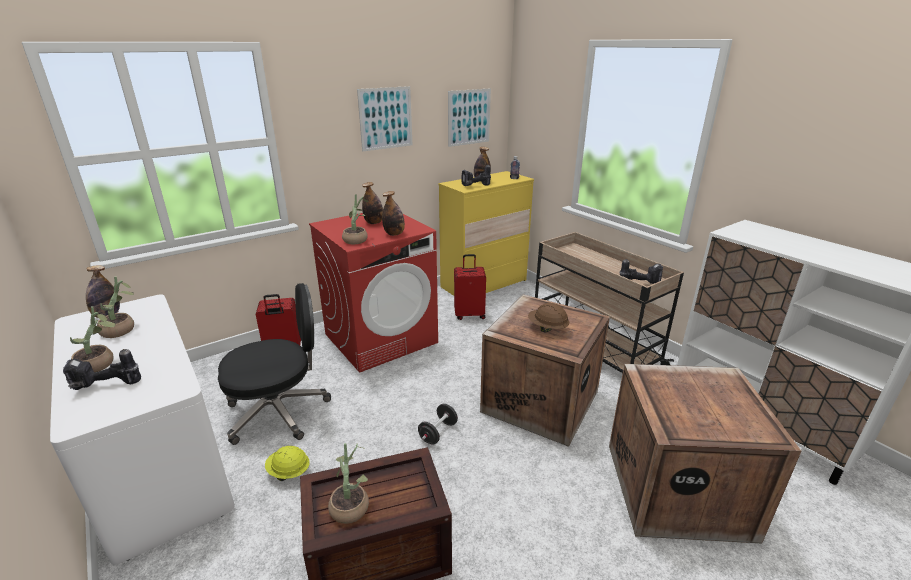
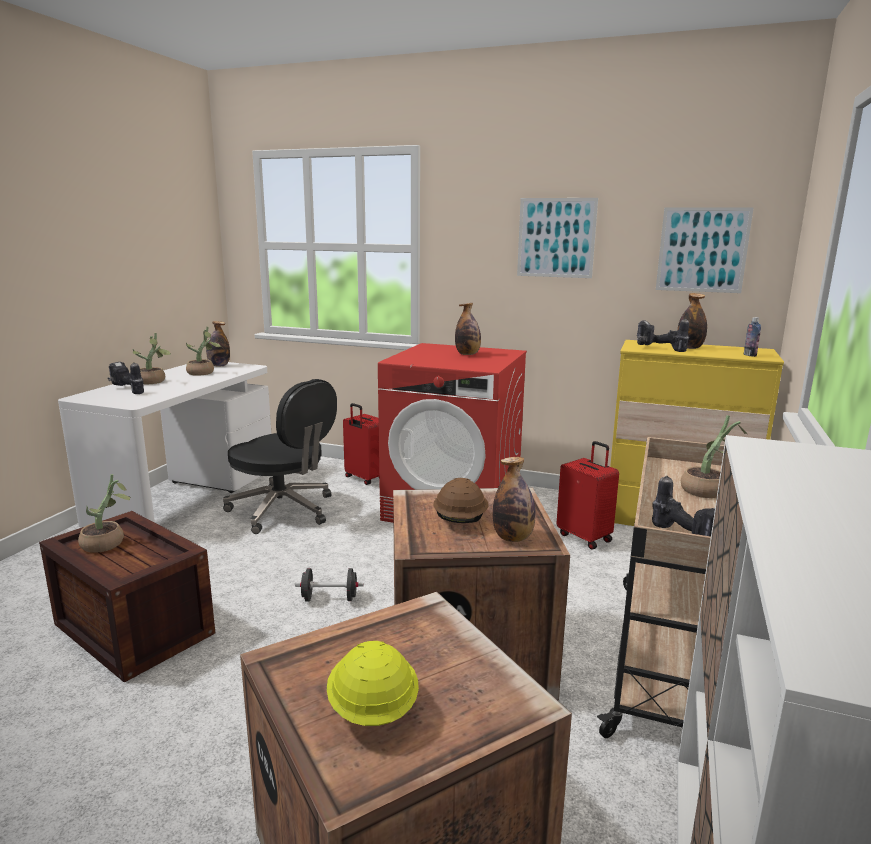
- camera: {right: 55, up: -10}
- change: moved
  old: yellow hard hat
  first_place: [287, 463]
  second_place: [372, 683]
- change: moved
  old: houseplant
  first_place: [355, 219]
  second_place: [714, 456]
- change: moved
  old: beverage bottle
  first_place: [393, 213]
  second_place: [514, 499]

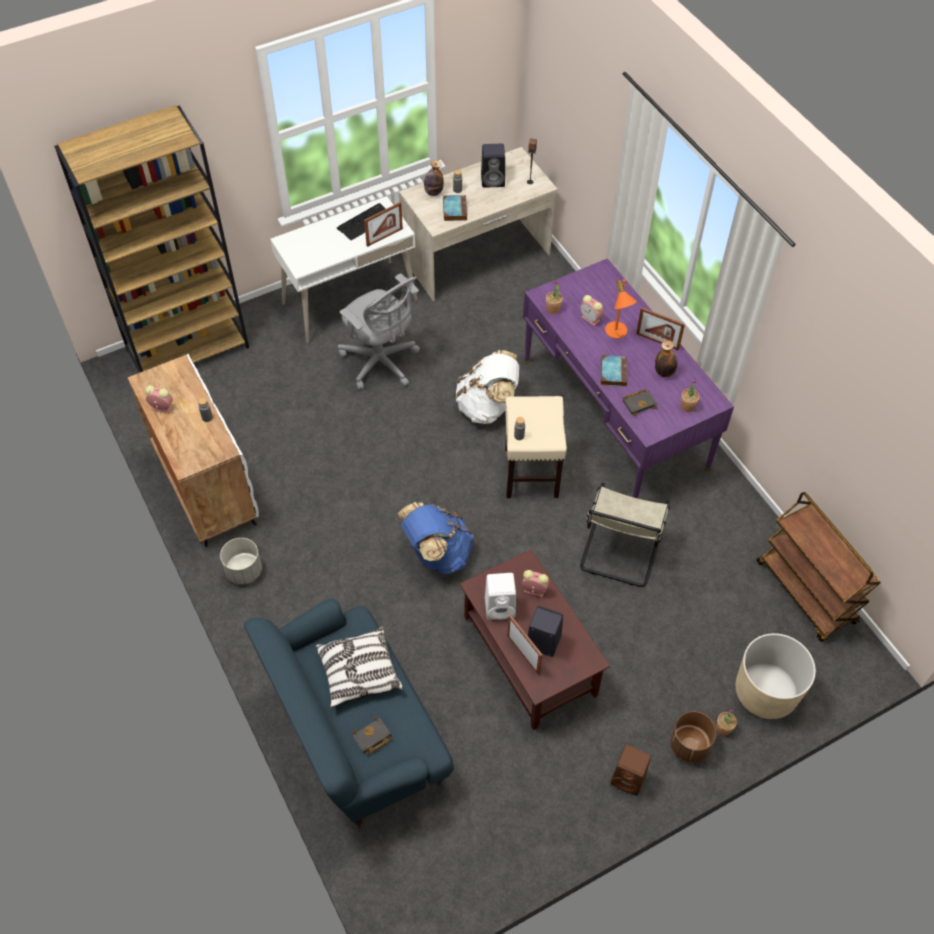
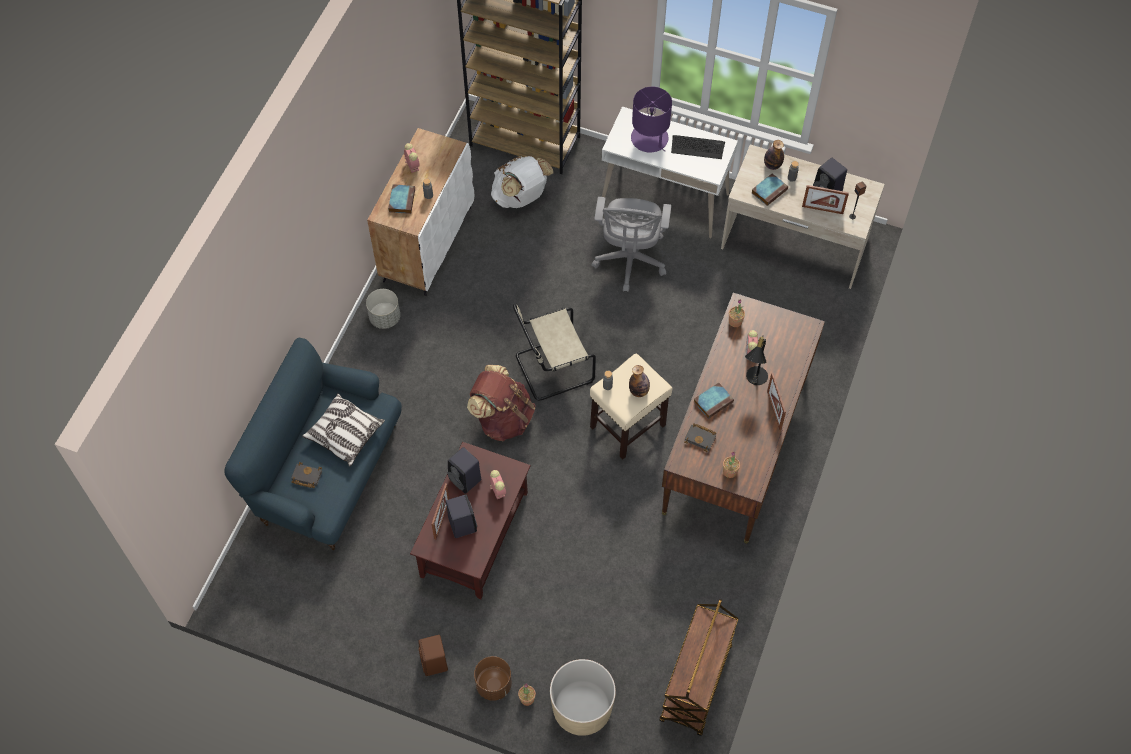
- camera: {right: 50, up: 5}
- change: moved
  old: picture frame
  first_place: [383, 224]
  second_place: [825, 199]
- change: recoloured
  old: blue-coloured knapsack
  new: brown knapsack
  first_place: [436, 538]
  second_place: [501, 403]
- change: moved
  old: whitish knapsack
  first_place: [487, 387]
  second_place: [522, 182]
- change: recoloured
  old: whitish speaker
  new: black-coloured speaker
  first_place: [500, 596]
  second_place: [464, 470]
- change: recoloured
  old: purplish desk unit
  new: brown desk unit
  first_place: [628, 378]
  second_place: [743, 418]
- change: moved
  old: sand-coloured plain chair
  first_place: [625, 535]
  second_place: [554, 352]
- change: recoloured
  old: orangey tabletop lamp
  new: black-coloured tabletop lamp
  first_place: [621, 309]
  second_place: [756, 360]
- change: moved
  old: beverage bottle
  first_place: [666, 358]
  second_place: [639, 381]
- change: added
  new: volume
  second_place: [401, 199]
- change: added
  new: purplish tabletop lamp
  second_place: [651, 119]

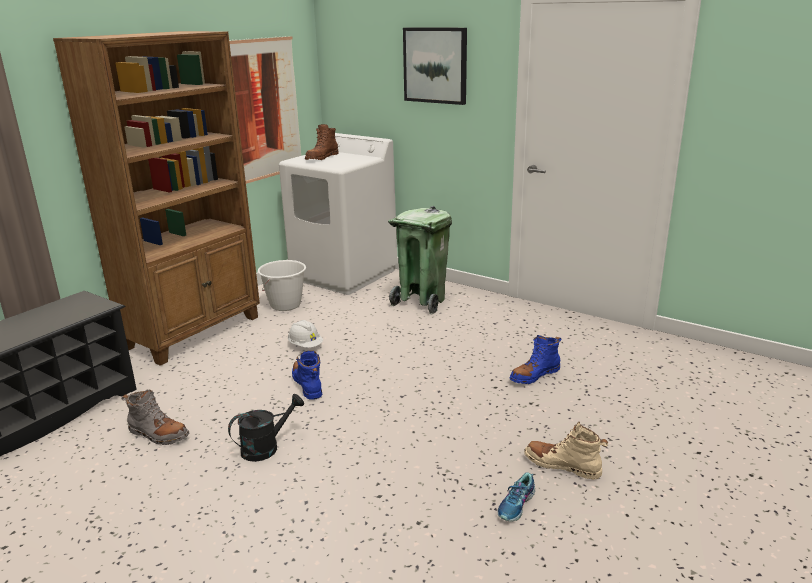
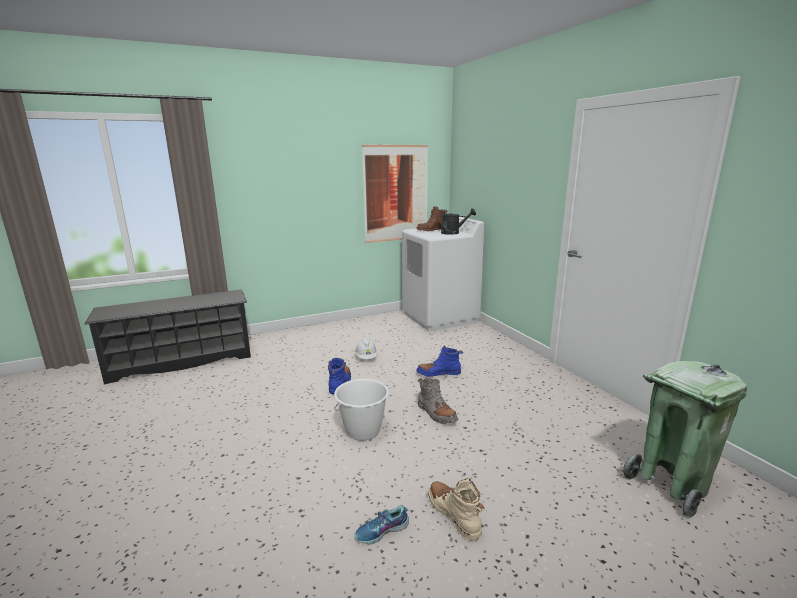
- camera: {right: 30, up: -5}
- change: removed
  old: brown bookshelf
  first_place: [156, 198]
- change: moved
  old: grey boot
  first_place: [155, 417]
  second_place: [438, 401]
- change: moved
  old: black-coloured sprinkling can
  first_place: [266, 428]
  second_place: [456, 221]
- change: moved
  old: whitish pail
  first_place: [282, 285]
  second_place: [361, 410]
- change: moved
  old: green-coloured waste bin
  first_place: [420, 260]
  second_place: [685, 439]
- change: removed
  old: picture
  first_place: [435, 66]
- change: moved
  old: blue-coloured boot
  first_place: [536, 359]
  second_place: [439, 361]

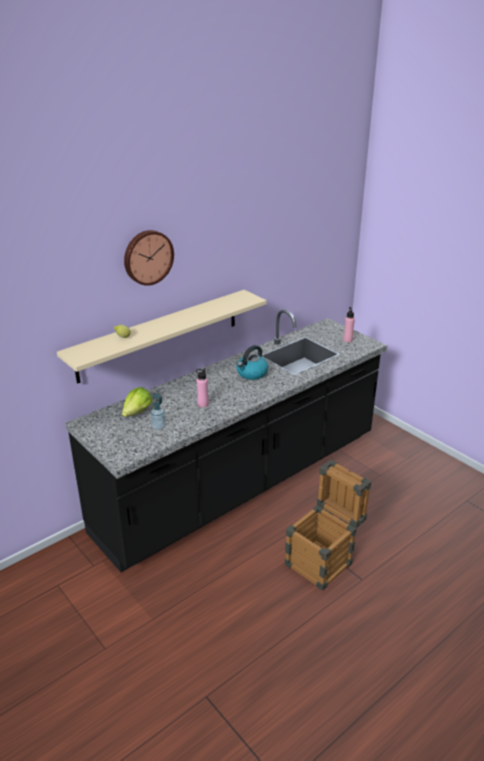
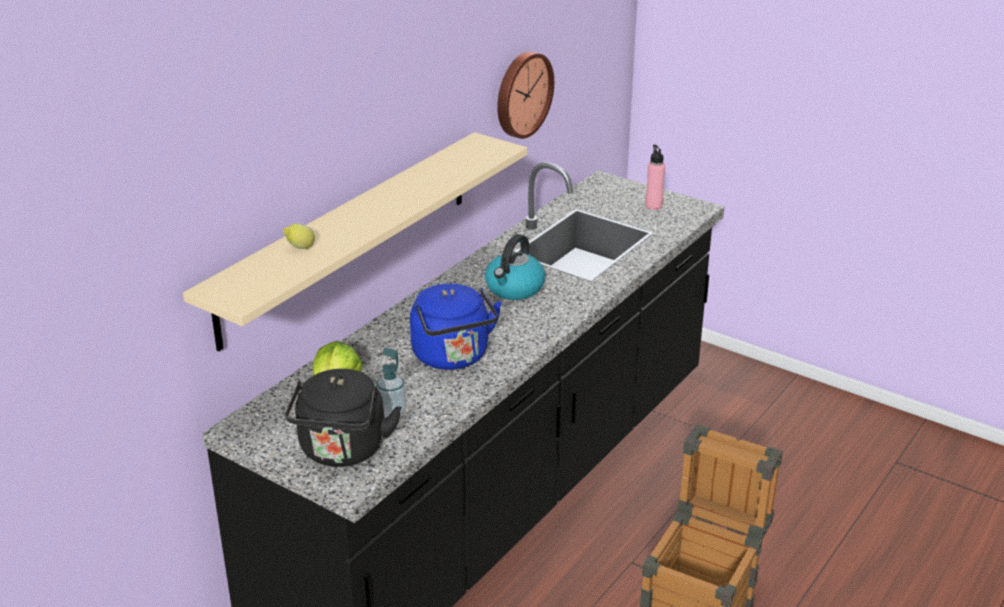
- camera: {right: -15, up: 0}
- change: moved
  old: clock on the wall
  first_place: [149, 258]
  second_place: [525, 95]
- change: replaced
  old: pinkish beverage bottle
  new: blue-coloured kettle
  first_place: [202, 387]
  second_place: [456, 327]
- change: added
  new: black-coloured kettle
  second_place: [343, 418]

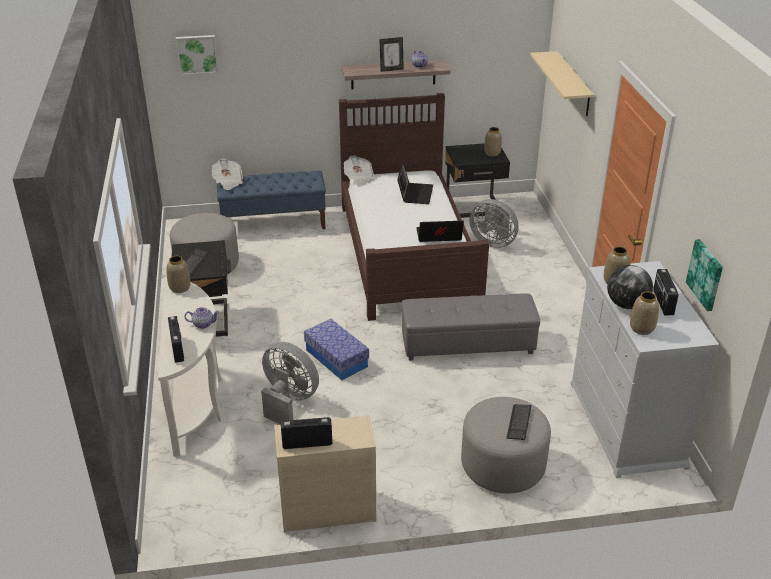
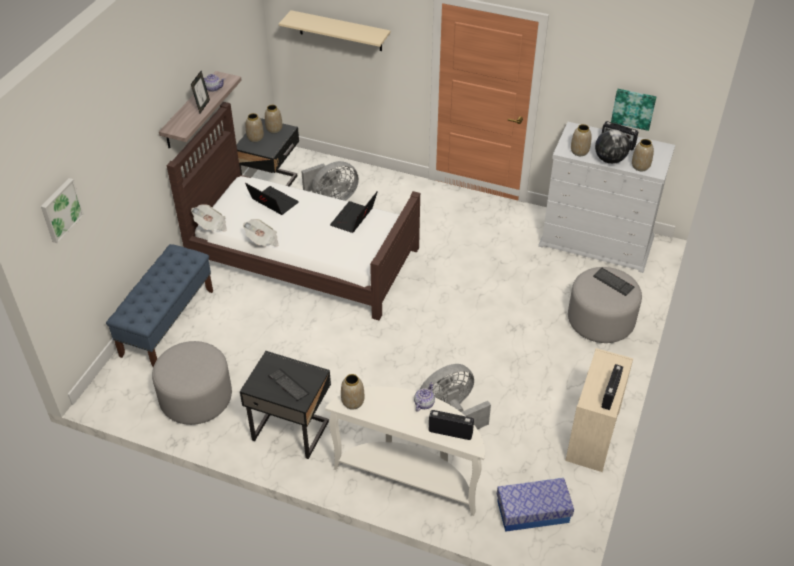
- camera: {right: -60, up: 10}
- change: moved
  old: newspaper
  first_place: [227, 174]
  second_place: [261, 233]
- change: moved
  old: storage container
  first_place: [336, 349]
  second_place: [535, 505]
- change: removed
  old: grey ottoman
  first_place: [471, 327]
- change: added
  new: flower vase
  second_place: [254, 127]

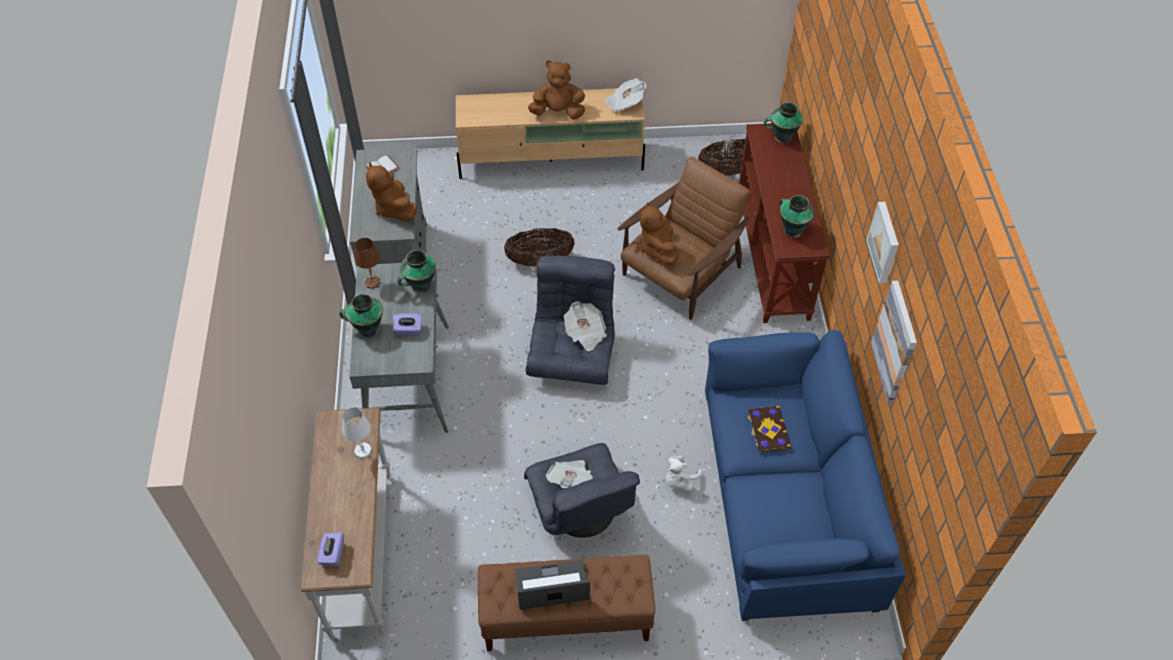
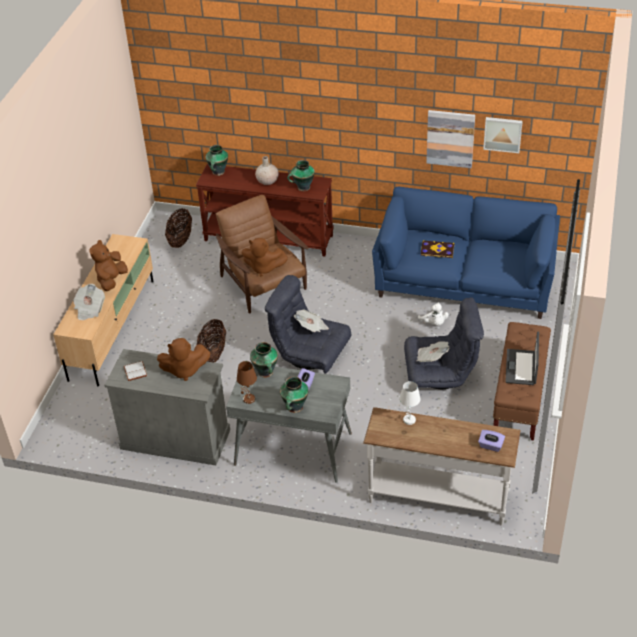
- camera: {right: -70, up: -10}
- change: moved
  old: newspaper
  first_place: [626, 95]
  second_place: [89, 302]
- change: moved
  old: picture
  first_place: [882, 242]
  second_place: [503, 135]
- change: added
  new: sand-coloured flower vase
  second_place: [267, 170]

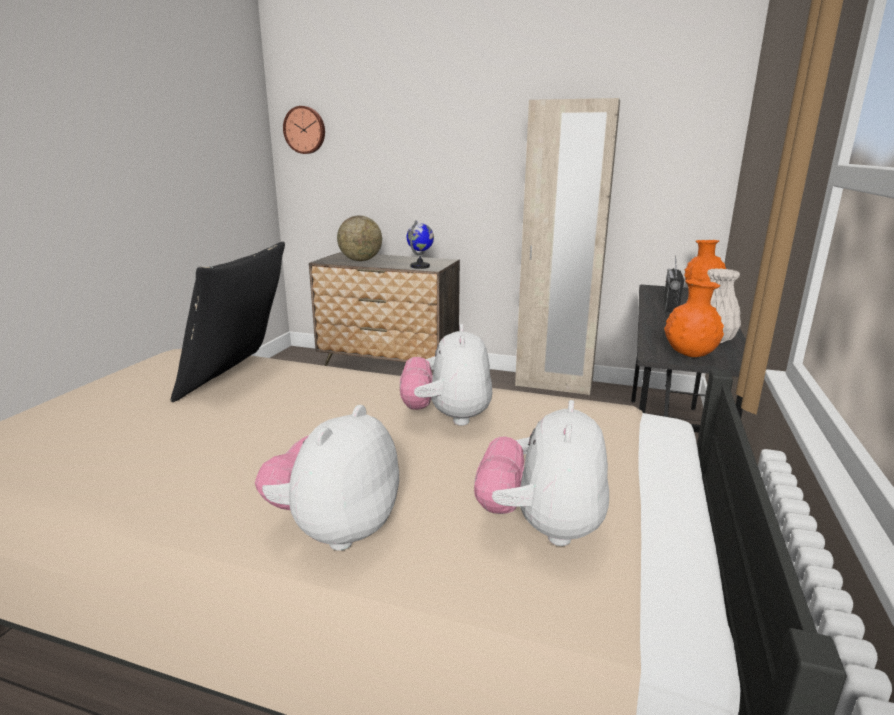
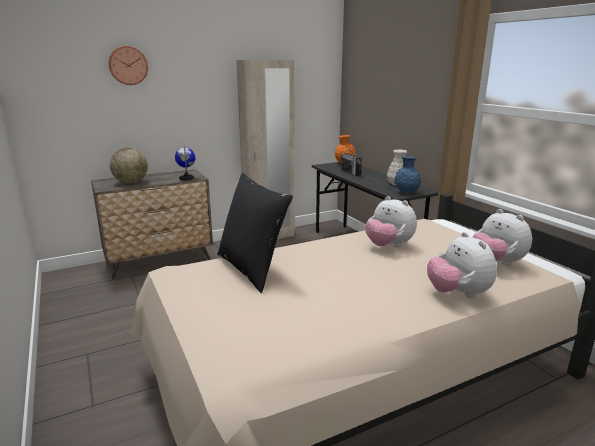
- camera: {right: -45, up: 0}
- change: moved
  old: clock on the wall
  first_place: [304, 130]
  second_place: [128, 65]
- change: recoloured
  old: orangey flower vase
  new: blue-coloured flower vase
  first_place: [694, 318]
  second_place: [407, 174]

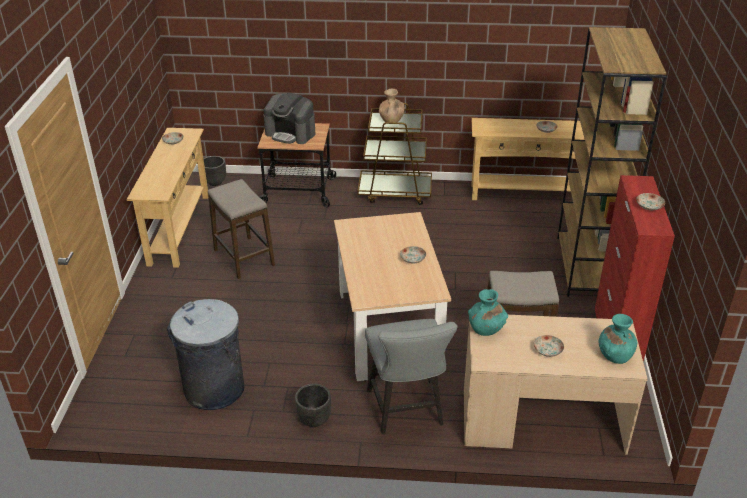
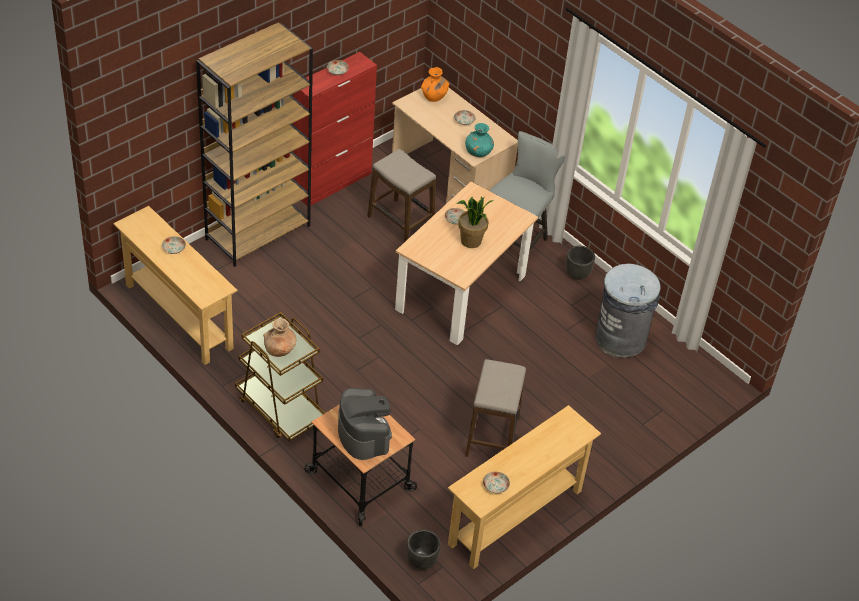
- camera: {right: -140, up: 10}
- change: recoloured
  old: turquoise-coloured flower vase
  new: orangey flower vase
  first_place: [618, 339]
  second_place: [435, 84]
- change: added
  new: houseplant
  second_place: [475, 222]

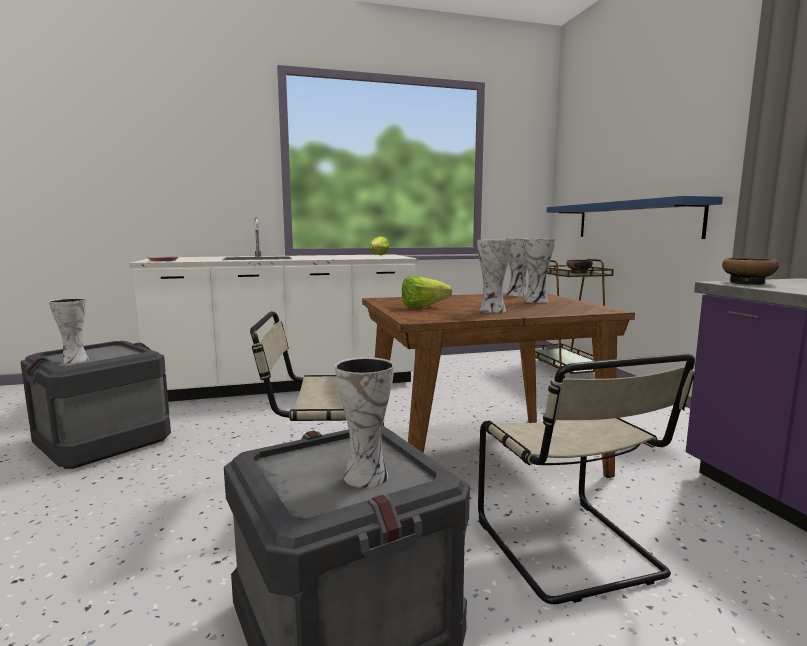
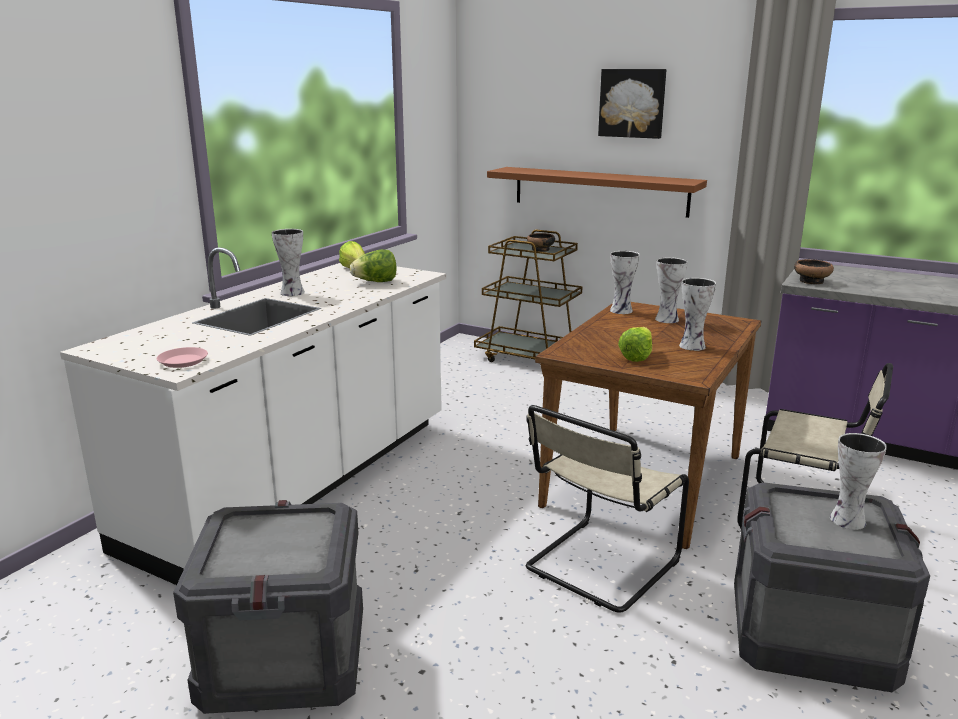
- camera: {right: -45, up: 10}
- change: moved
  old: flower vase
  first_place: [69, 331]
  second_place: [288, 262]
- change: recoloured
  old: blue-coloured shelf
  new: brown shelf
  first_place: [635, 217]
  second_place: [597, 192]
- change: added
  new: head of lettuce
  second_place: [373, 265]
- change: added
  new: picture
  second_place: [632, 104]

